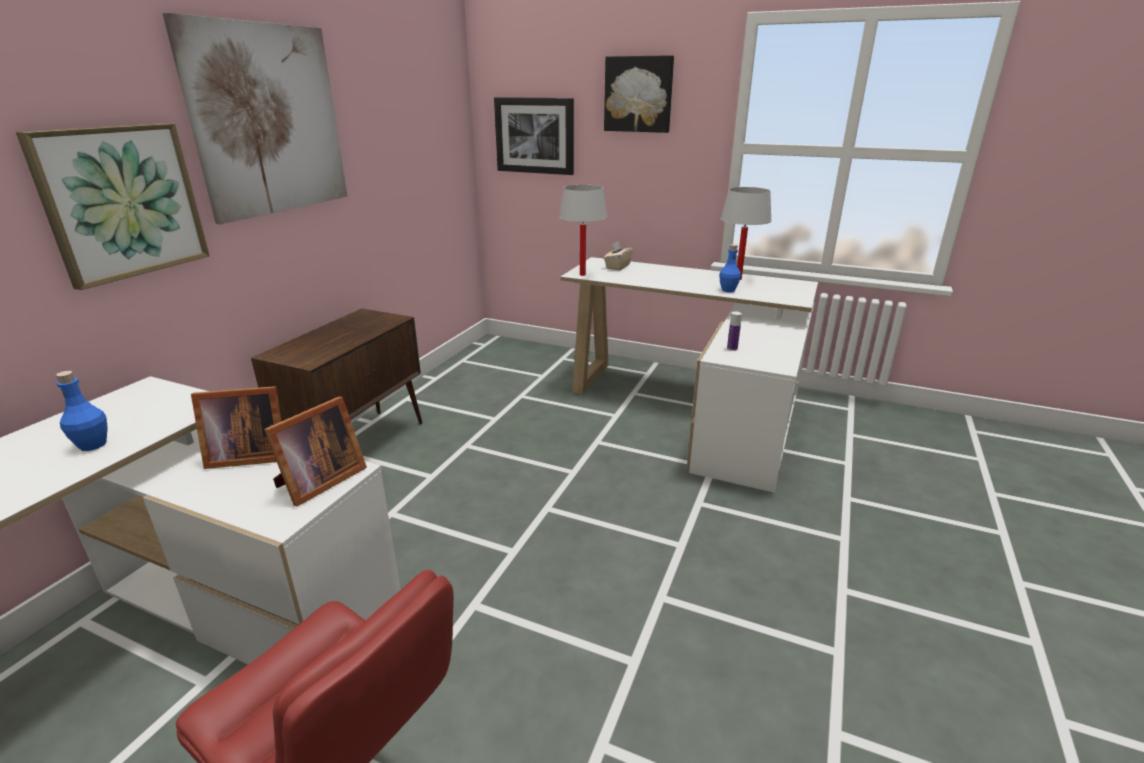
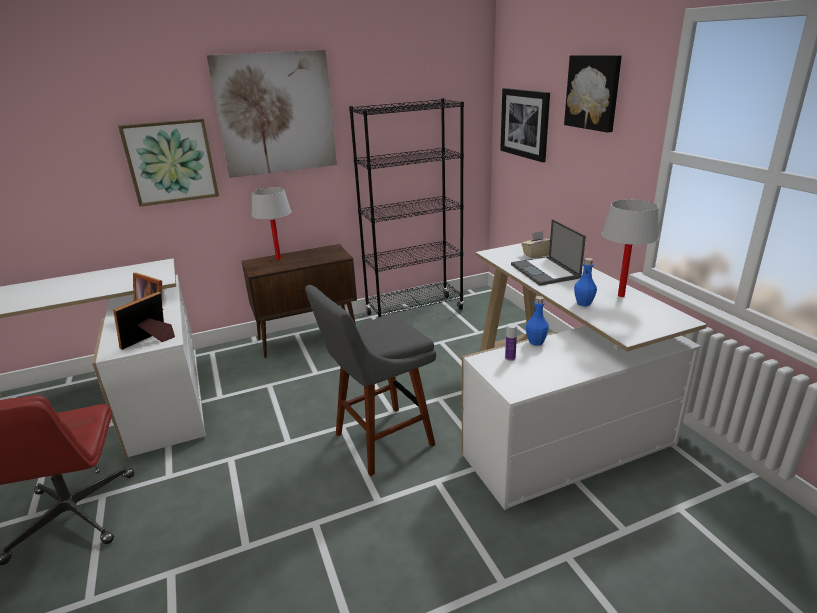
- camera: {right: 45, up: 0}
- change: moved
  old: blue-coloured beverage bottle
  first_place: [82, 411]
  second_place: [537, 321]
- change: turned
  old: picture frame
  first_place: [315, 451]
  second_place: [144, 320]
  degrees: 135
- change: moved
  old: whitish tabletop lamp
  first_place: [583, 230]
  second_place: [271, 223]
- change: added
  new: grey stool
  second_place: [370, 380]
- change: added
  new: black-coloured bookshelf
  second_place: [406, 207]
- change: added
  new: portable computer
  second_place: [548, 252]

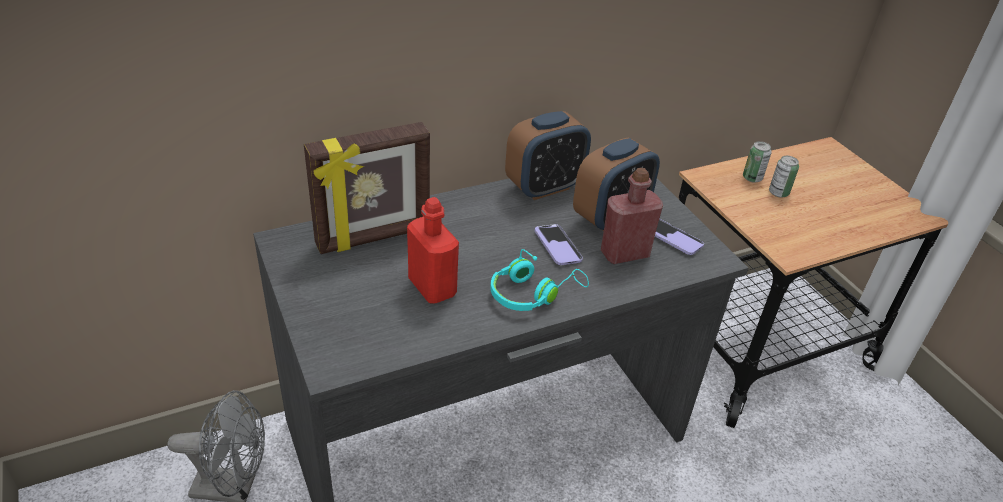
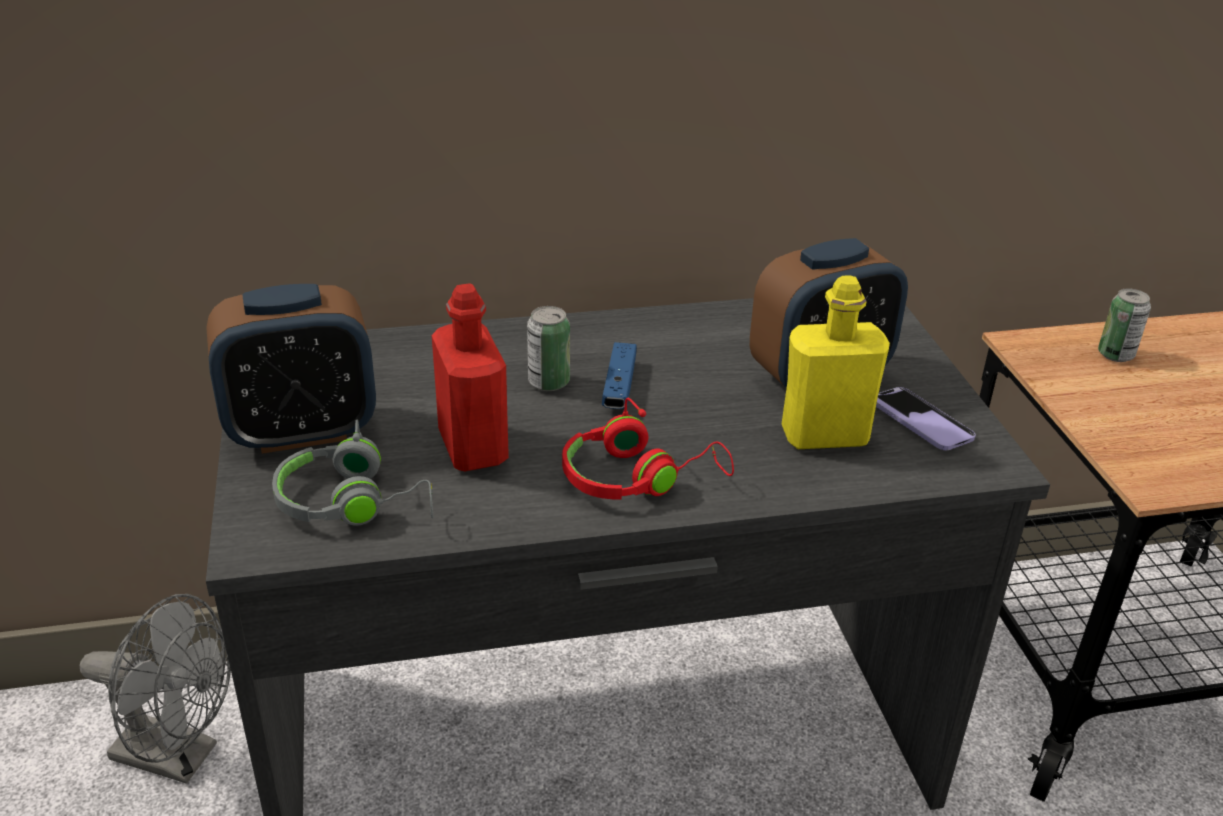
- camera: {right: 15, up: -5}
- change: removed
  old: picture frame
  first_place: [367, 188]
- change: recoloured
  old: turquoise-coloured headphones
  new: red-coloured headphones
  first_place: [539, 280]
  second_place: [648, 449]
- change: moved
  old: table clock
  first_place: [548, 155]
  second_place: [291, 369]
- change: removed
  old: handset
  first_place: [559, 244]
- change: recoloured
  old: red-coloured beverage bottle
  new: yellow beverage bottle
  first_place: [632, 216]
  second_place: [836, 362]
- change: moved
  old: metal can
  first_place: [784, 176]
  second_place: [548, 348]
- change: added
  new: grey headphones
  second_place: [352, 473]
- change: added
  new: blue-coloured joypad
  second_place: [619, 375]

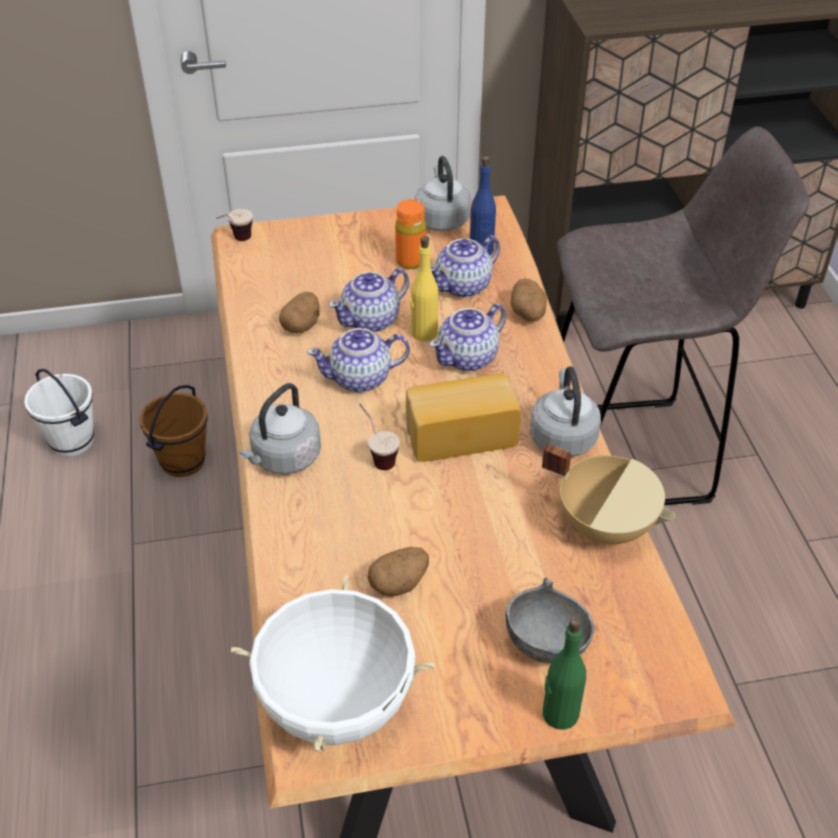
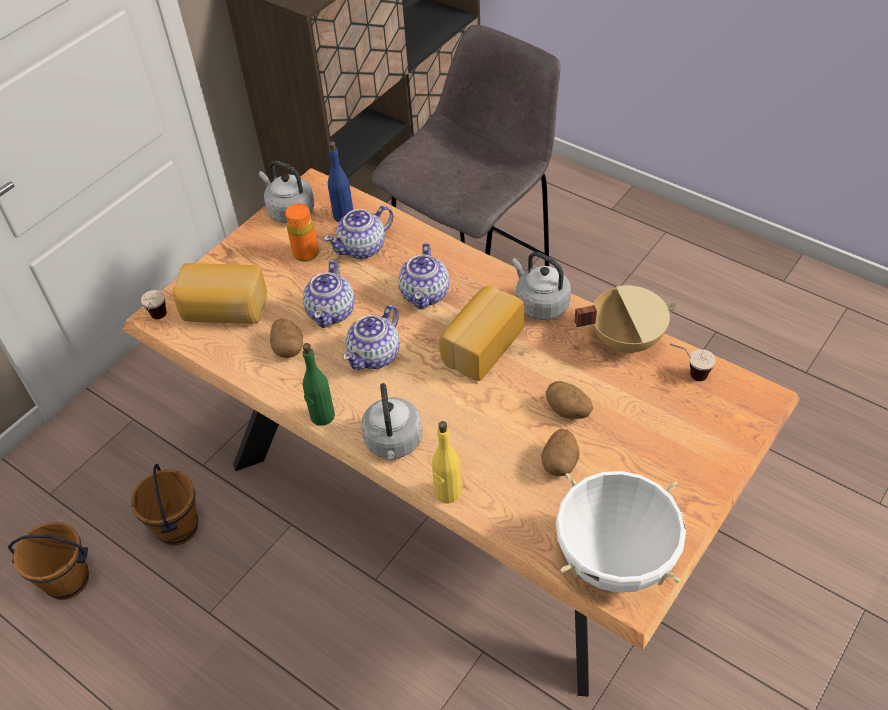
- camera: {right: -40, up: 5}
- change: recoloured
  old: whitish pail
  new: brown pail
  first_place: [59, 413]
  second_place: [48, 561]
- change: moved
  old: cup
  first_place: [379, 436]
  second_place: [693, 362]
- change: moved
  old: yellow beverage bottle
  first_place: [424, 288]
  second_place: [446, 462]
- change: turned
  old: teapot
  first_place: [465, 266]
  second_place: [359, 232]
  degrees: 45
- change: removed
  old: grey deep dish
  first_place: [550, 620]
- change: moved
  old: spud
  first_place: [529, 300]
  second_place: [569, 400]
- change: moved
  old: green-coloured beverage bottle
  first_place: [564, 673]
  second_place: [318, 384]
- change: added
  new: bakery bread
  second_place: [220, 293]

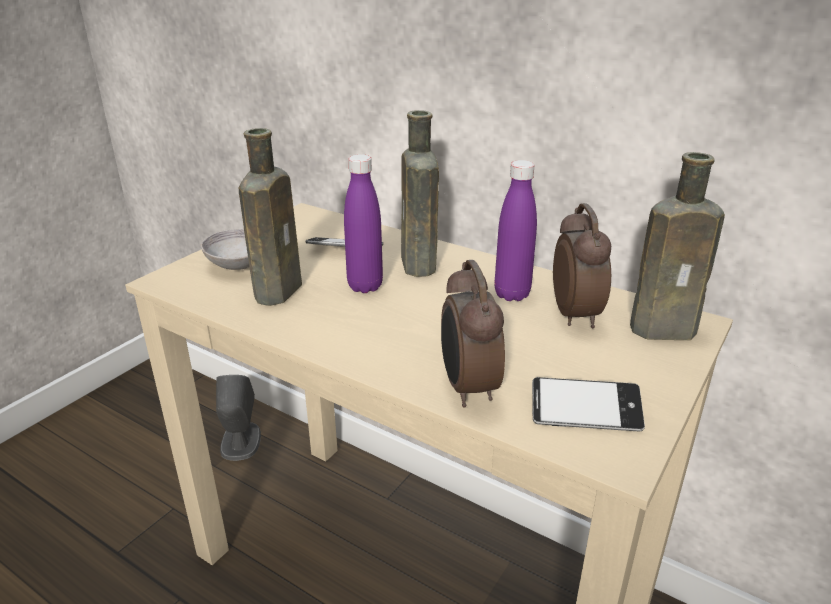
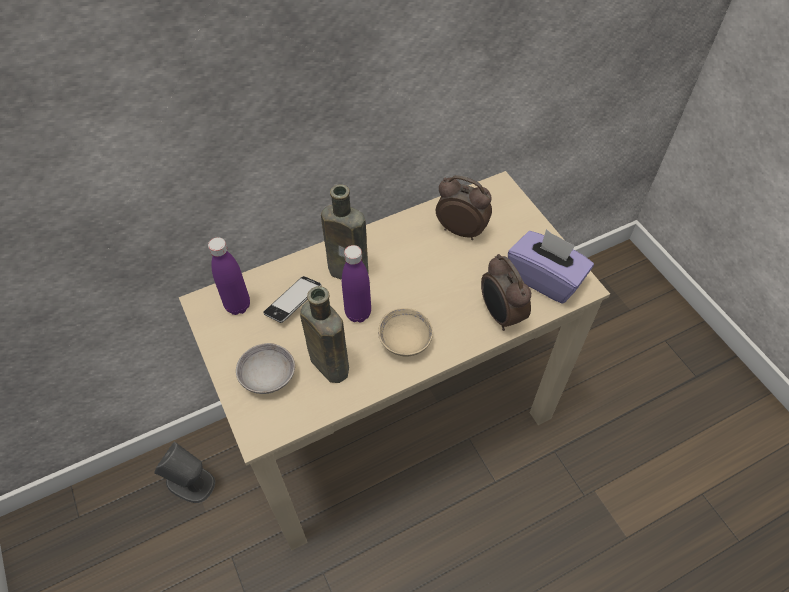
- camera: {right: -60, up: 25}
- change: turned
  old: table clock
  first_place: [473, 334]
  second_place: [506, 292]
  degrees: 45
- change: moved
  old: purplish beverage bottle
  first_place: [515, 230]
  second_place: [229, 276]
- change: replaced
  old: handset
  new: purplish box of tissues
  first_place: [588, 404]
  second_place: [551, 266]
- change: removed
  old: brown beverage bottle
  first_place: [677, 246]
- change: added
  new: sand-coloured deep dish
  second_place: [405, 332]

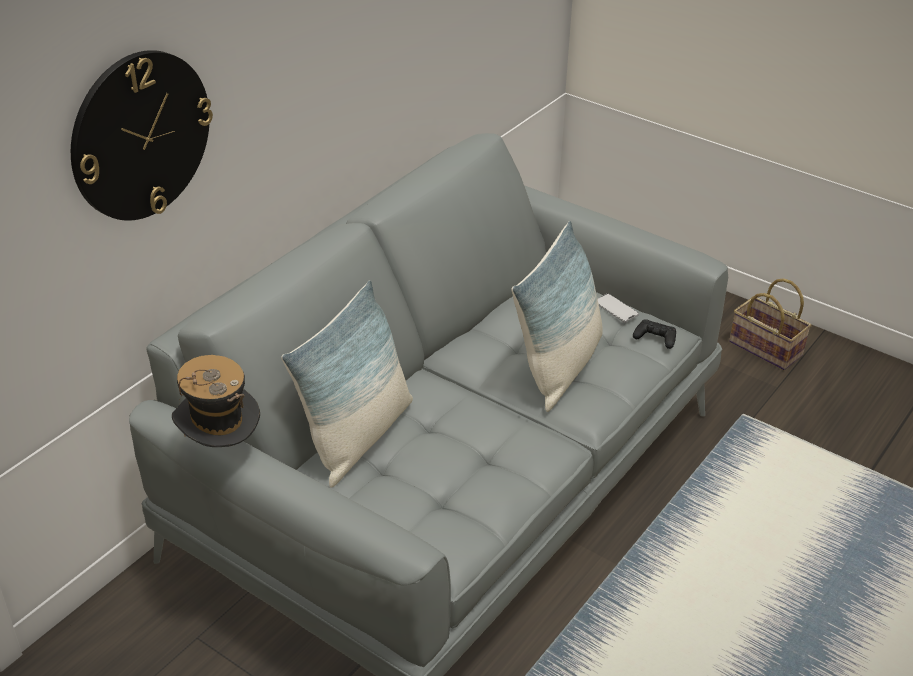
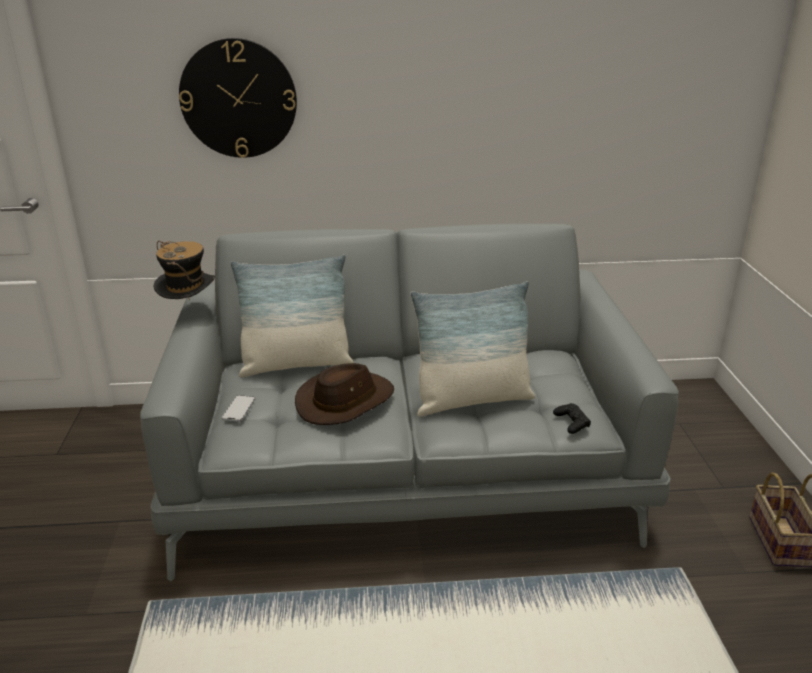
- camera: {right: 50, up: -10}
- change: moved
  old: handset
  first_place: [618, 308]
  second_place: [238, 408]
- change: added
  new: brown wearable hat
  second_place: [344, 394]

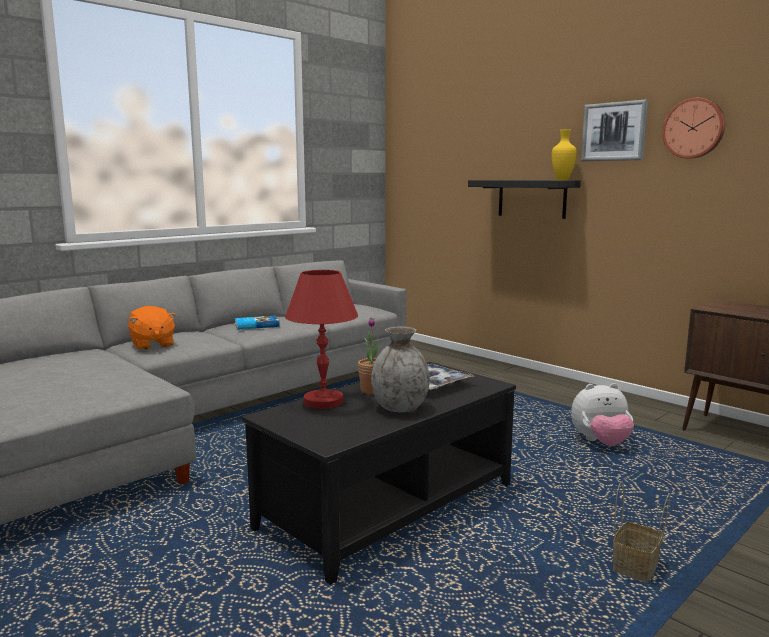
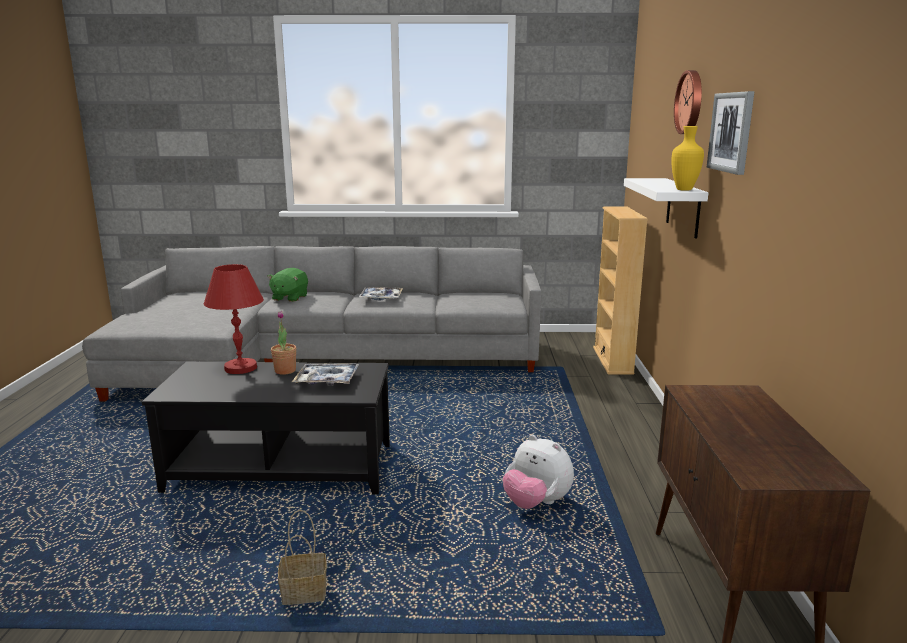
- camera: {right: 45, up: 5}
- change: recoloured
  old: orangey cuddly toy
  new: green-coloured cuddly toy
  first_place: [152, 328]
  second_place: [287, 285]
- change: replaced
  old: volume
  new: tray
  first_place: [257, 323]
  second_place: [381, 293]
- change: removed
  old: grey flower vase
  first_place: [400, 369]
- change: recoloured
  old: black-coloured shelf
  new: whitish shelf
  first_place: [524, 199]
  second_place: [666, 208]
- change: moved
  old: clock on the wall
  first_place: [693, 128]
  second_place: [688, 102]
- change: added
  new: sand-coloured bookshelf
  second_place: [620, 290]

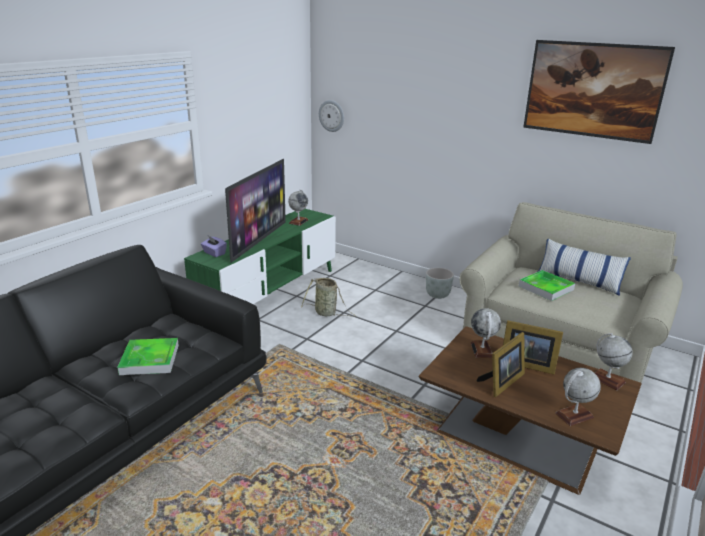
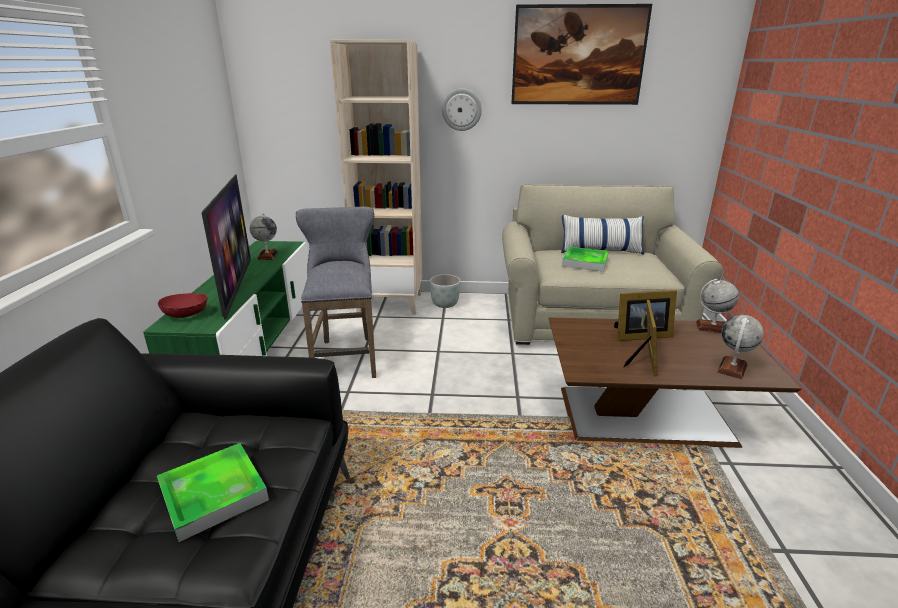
- camera: {right: -30, up: 0}
- change: replaced
  old: purplish box of tissues
  new: red-coloured deep dish
  first_place: [214, 246]
  second_place: [183, 305]
- change: replaced
  old: basket
  new: grey stool
  first_place: [329, 297]
  second_place: [336, 292]
- change: moved
  old: clock on the wall
  first_place: [331, 116]
  second_place: [462, 109]
- change: removed
  old: world globe
  first_place: [486, 333]
- change: added
  new: sand-coloured bookshelf
  second_place: [376, 177]

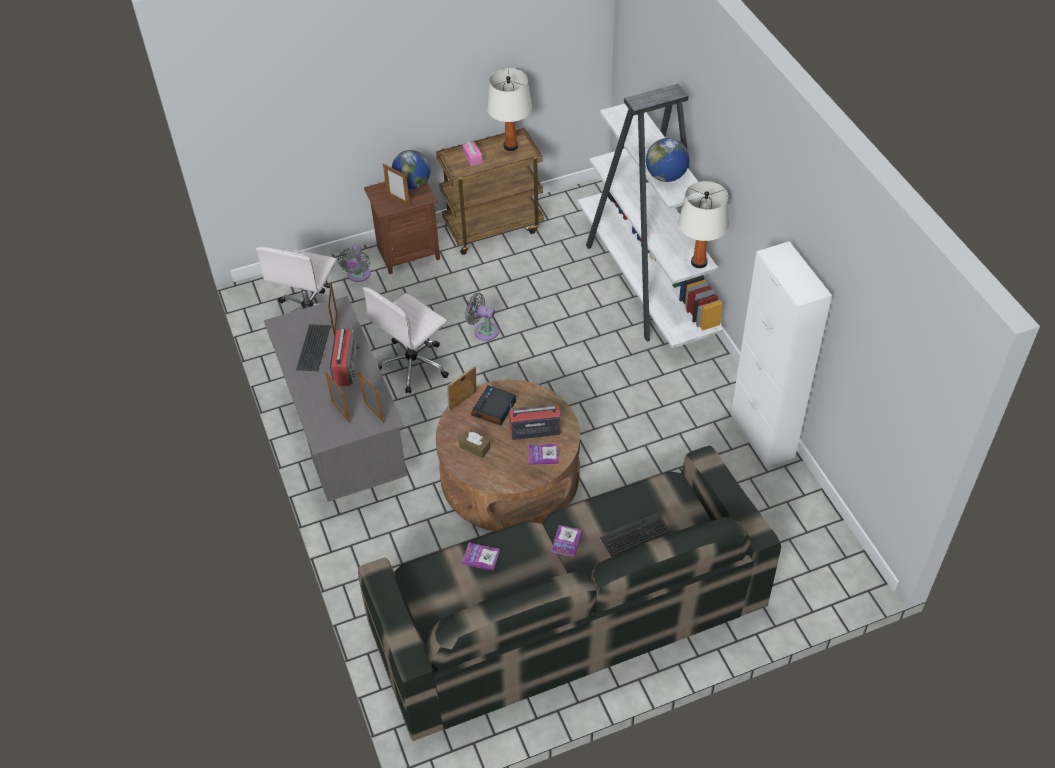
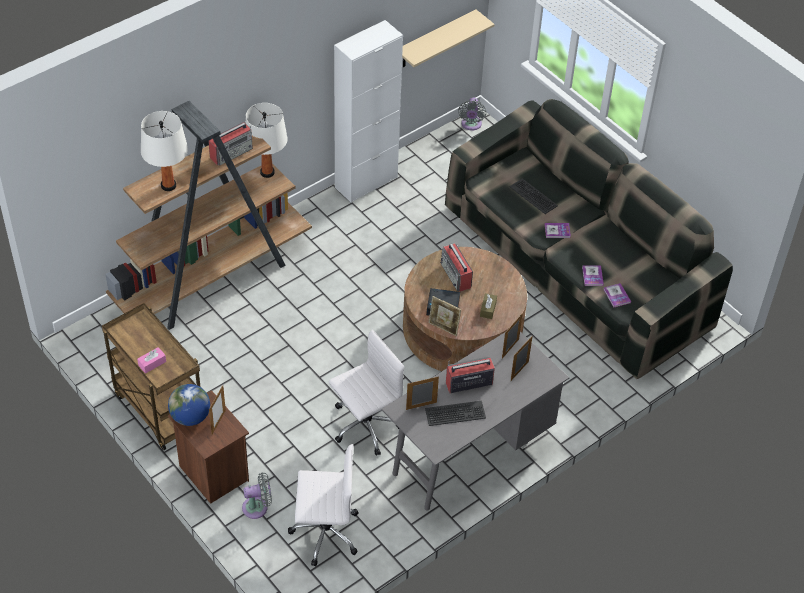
- camera: {right: -110, up: 0}
- change: turned
  old: whitish office chair
  first_place: [406, 340]
  second_place: [367, 393]
  degrees: -60
- change: moved
  old: grey cooling fan
  first_place: [482, 317]
  second_place: [472, 114]
- change: moved
  old: whitish tabletop lamp
  first_place: [509, 109]
  second_place: [164, 151]
- change: moved
  old: volume
  first_place: [543, 454]
  second_place: [617, 295]
- change: recoloured
  old: whitish bookshelf
  new: brown bookshelf
  first_place: [650, 216]
  second_place: [208, 215]
- change: replaced
  old: world globe
  new: radio
  first_place: [667, 160]
  second_place: [230, 144]
- change: added
  new: sand-coloured shelf
  second_place: [448, 38]

